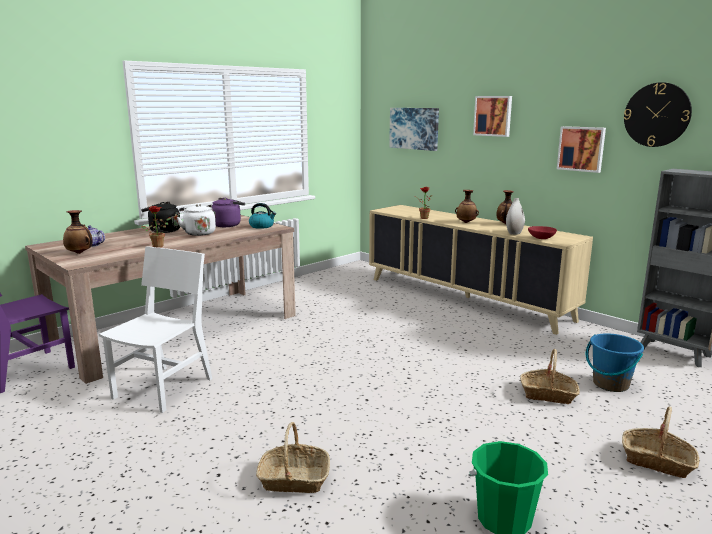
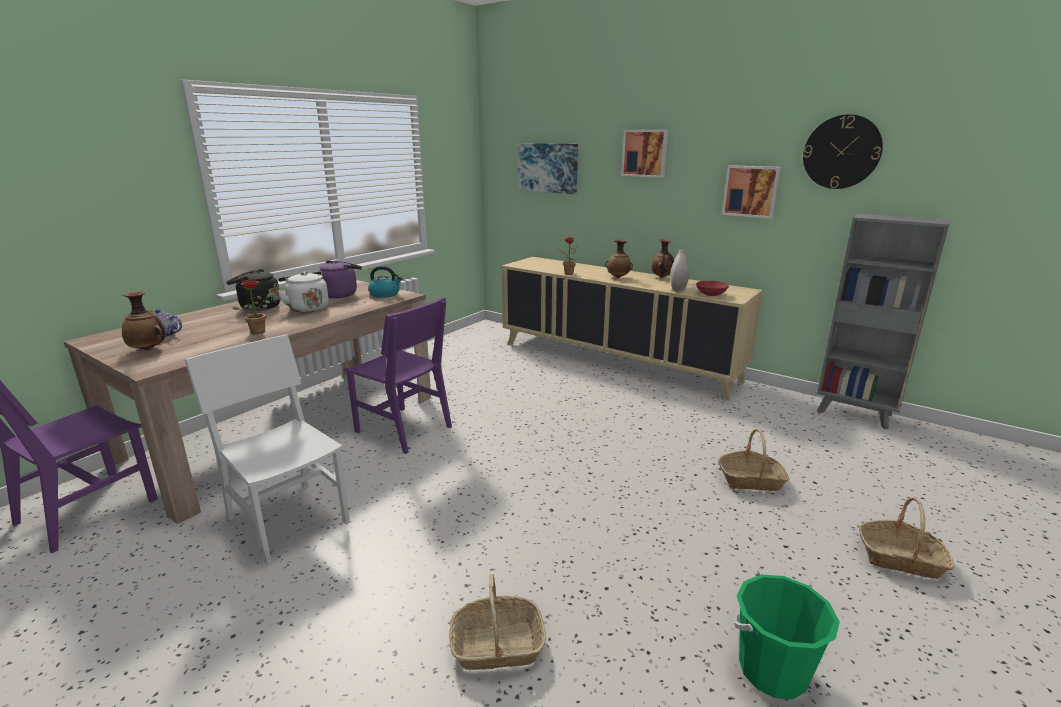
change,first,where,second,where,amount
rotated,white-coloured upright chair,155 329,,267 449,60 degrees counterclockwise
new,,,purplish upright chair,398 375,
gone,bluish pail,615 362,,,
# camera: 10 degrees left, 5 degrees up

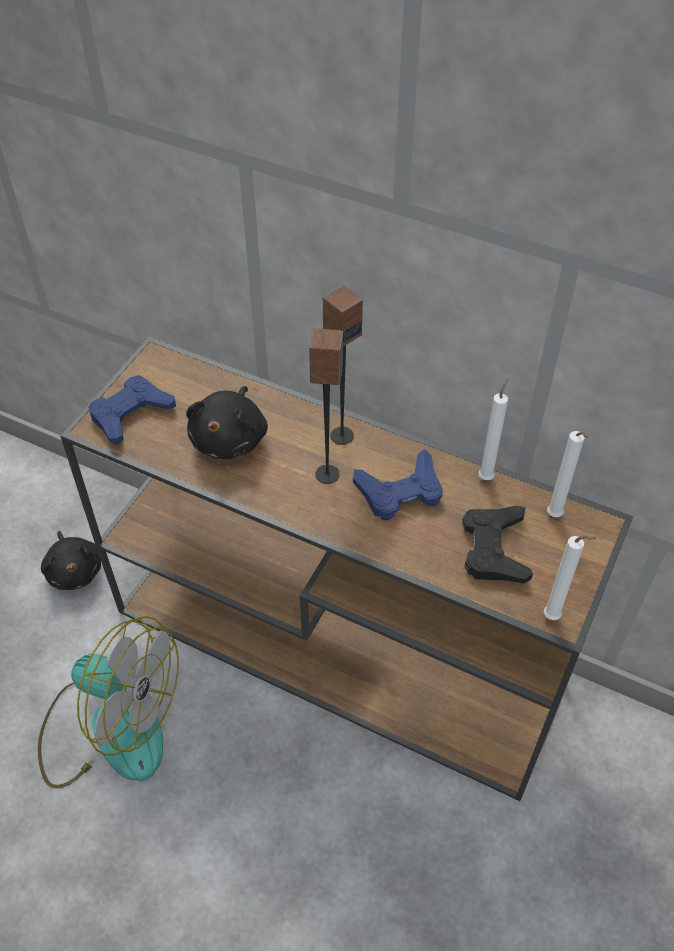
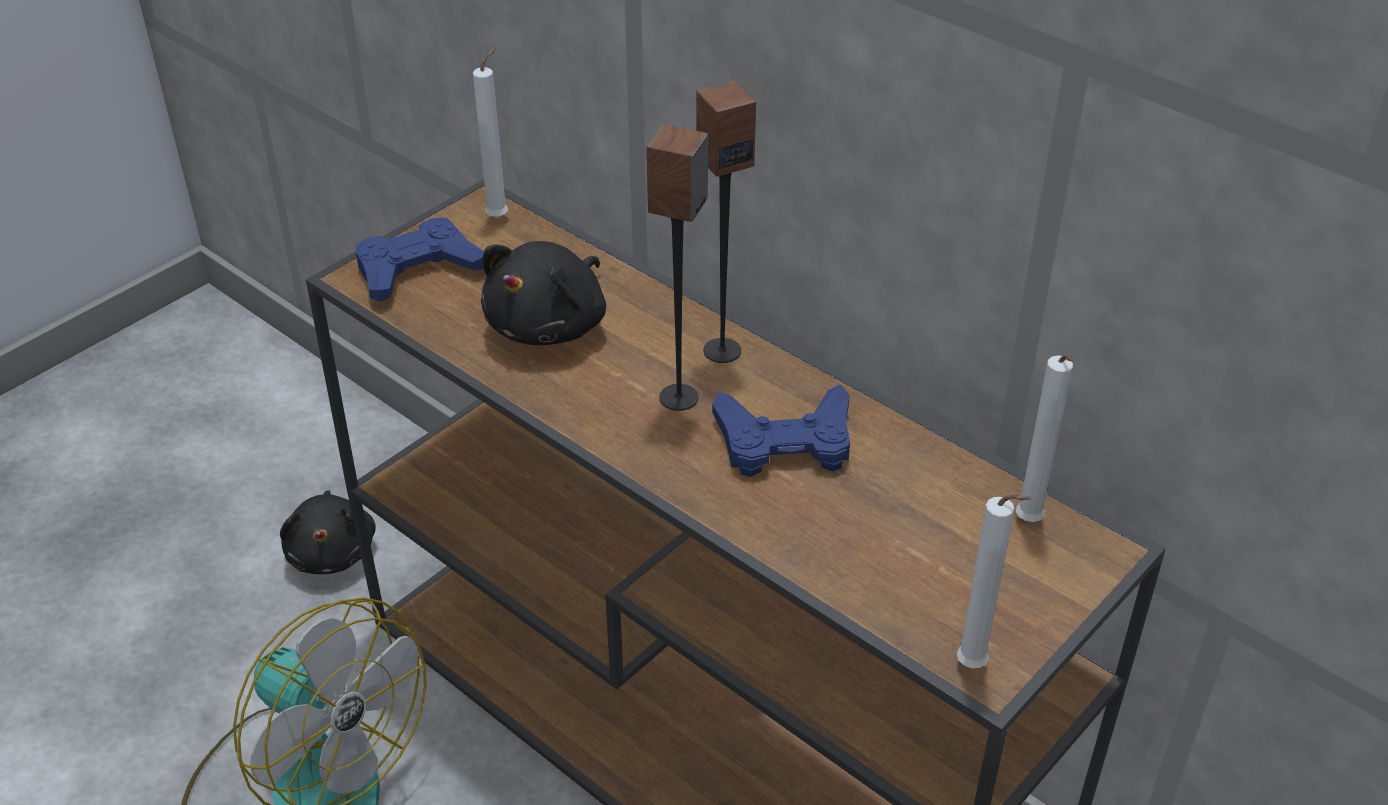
change,first,where,second,where,amount
shifted,white-coloured wax light,493 429,,490 132,
gone,black-coloured joypad,497 544,,,
# camera: 15 degrees right, 10 degrees down

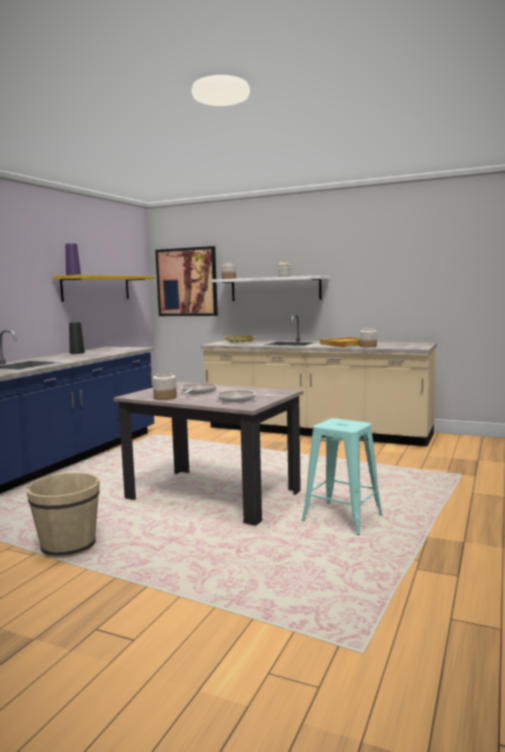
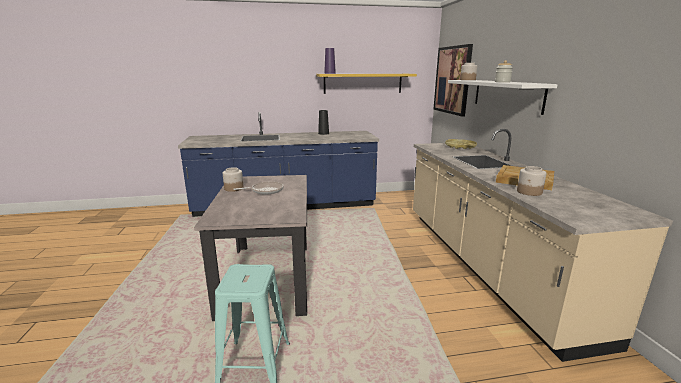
change,first,where,second,where,amount
gone,sand-coloured pail,63 515,,,
gone,frying pan,245 396,,,
# camera: 55 degrees right, 10 degrees up

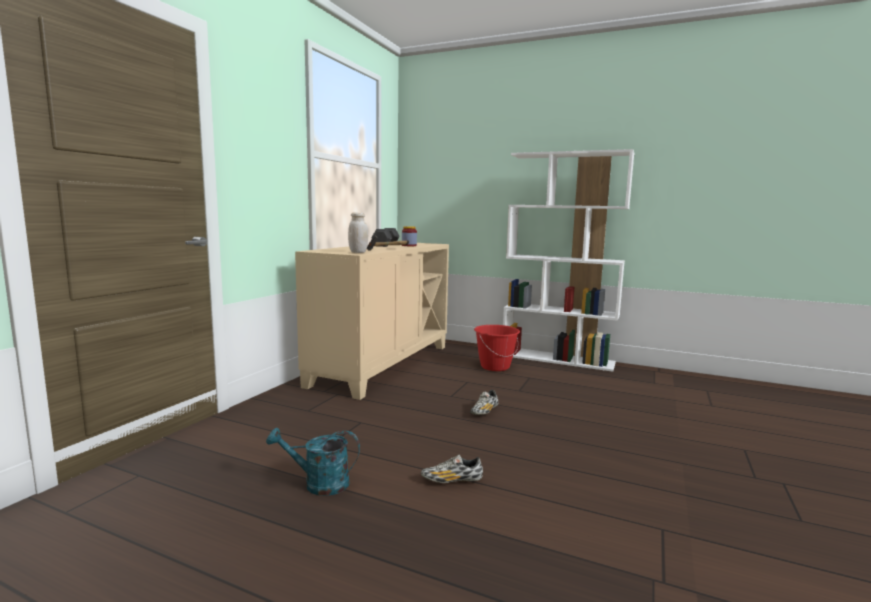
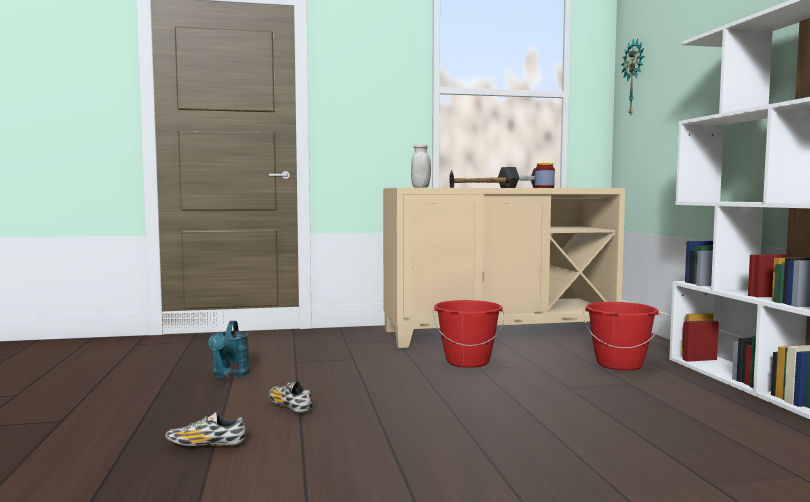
change,first,where,second,where,amount
shifted,low shoe,484 402,,205 429,
rotated,turquoise sprinkling can,313 461,,229 350,150 degrees counterclockwise
new,,,reddish pail,468 334,
new,,,clock on the wall,633 78,
# camera: 55 degrees right, 5 degrees down

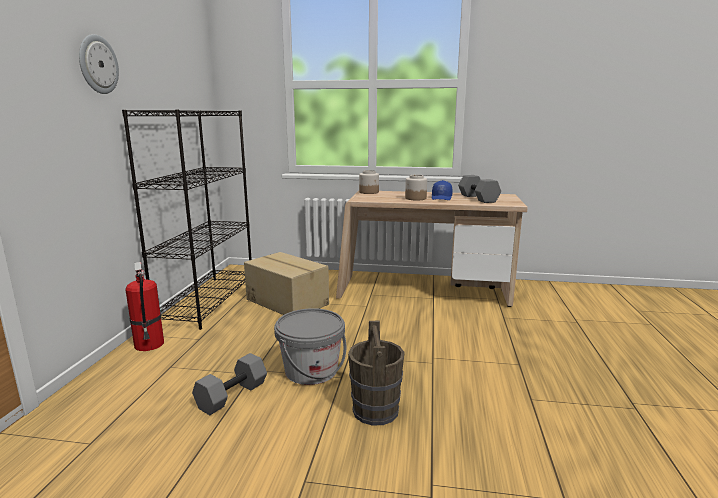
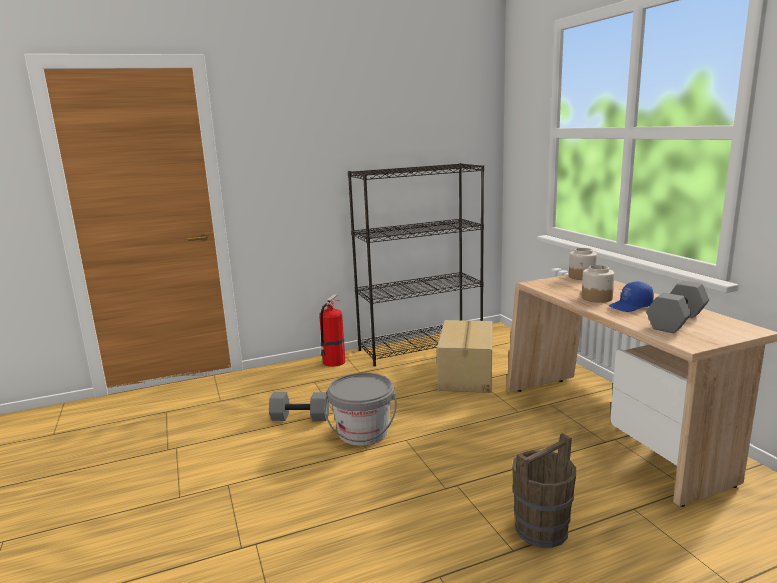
change,first,where,second,where,amount
shifted,brown pail,376 373,,544 490,
gone,clock on the wall,99 64,,,
# camera: 60 degrees right, 0 degrees up

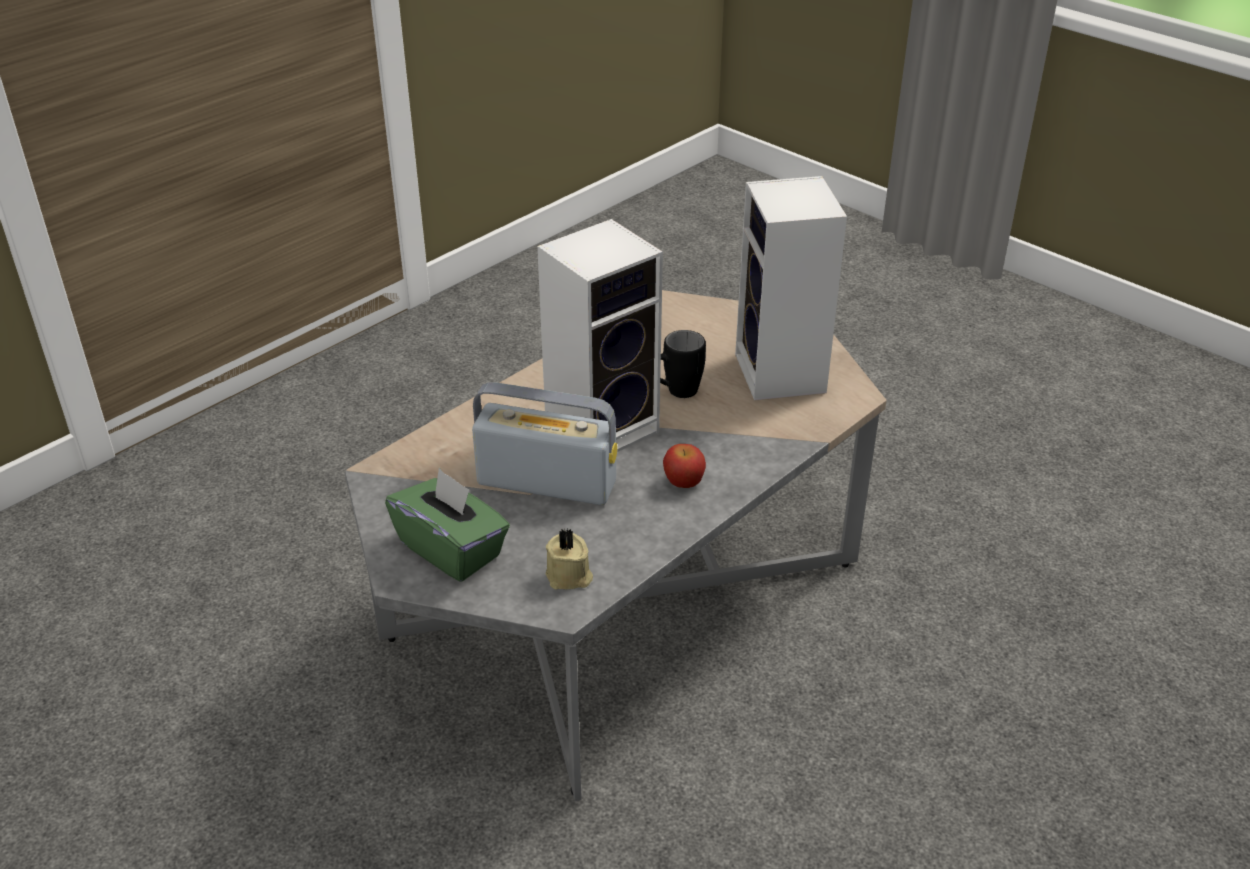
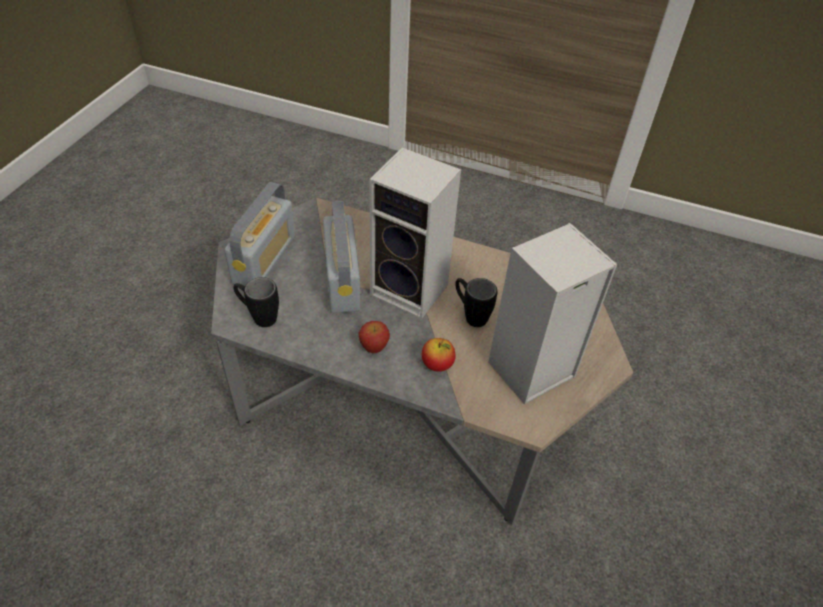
change,first,where,second,where,amount
swapped,green-coloured box of tissues,447 525,radio receiver,260 234,
swapped,sand-coloured wax light,569 559,black-coloured tea mug,256 302,
new,,,apple fruit,439 355,
# camera: 65 degrees right, 10 degrees up

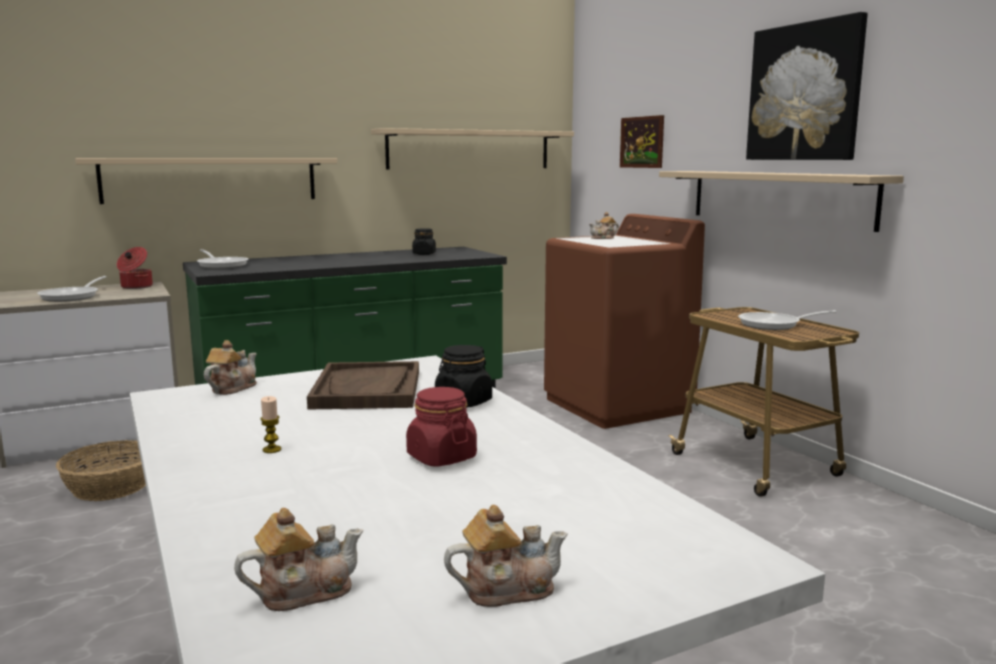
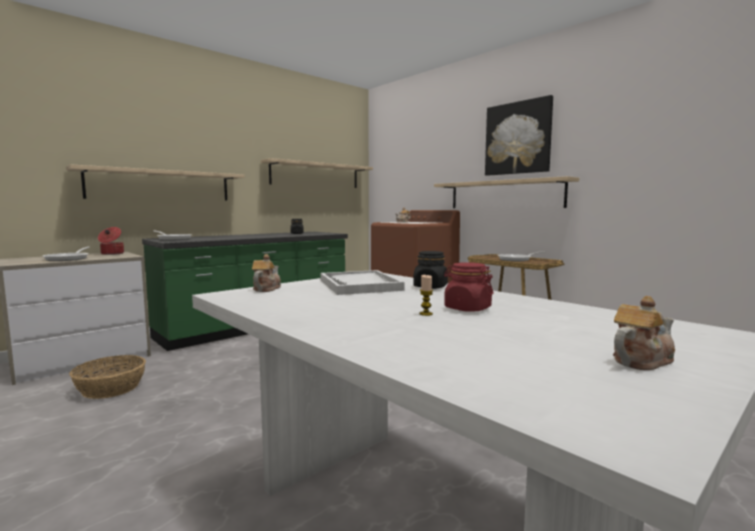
change,first,where,second,where,amount
repainted,brown tray,363 385,white-coloured tray,362 282,
shifted,wax light,270 424,,426 295,
gone,teapot,298 559,,,
gone,picture,642 141,,,
# camera: 15 degrees left, 5 degrees down

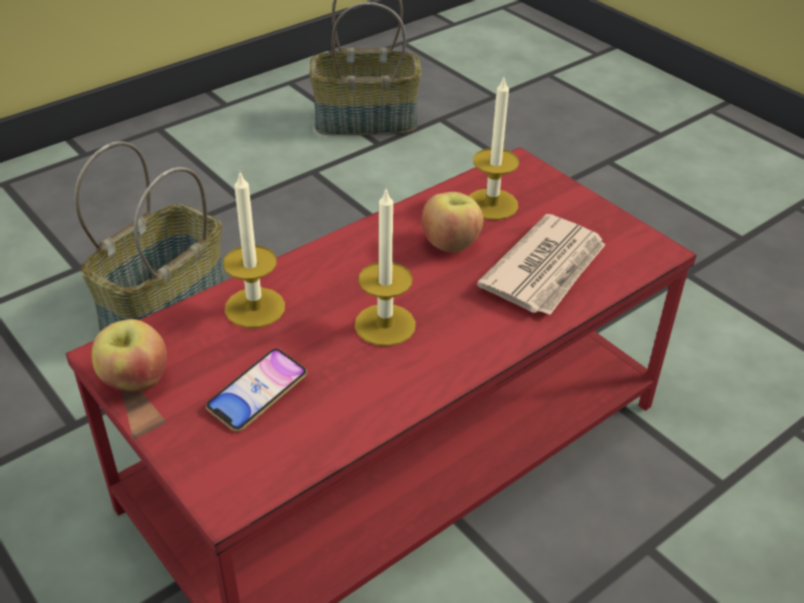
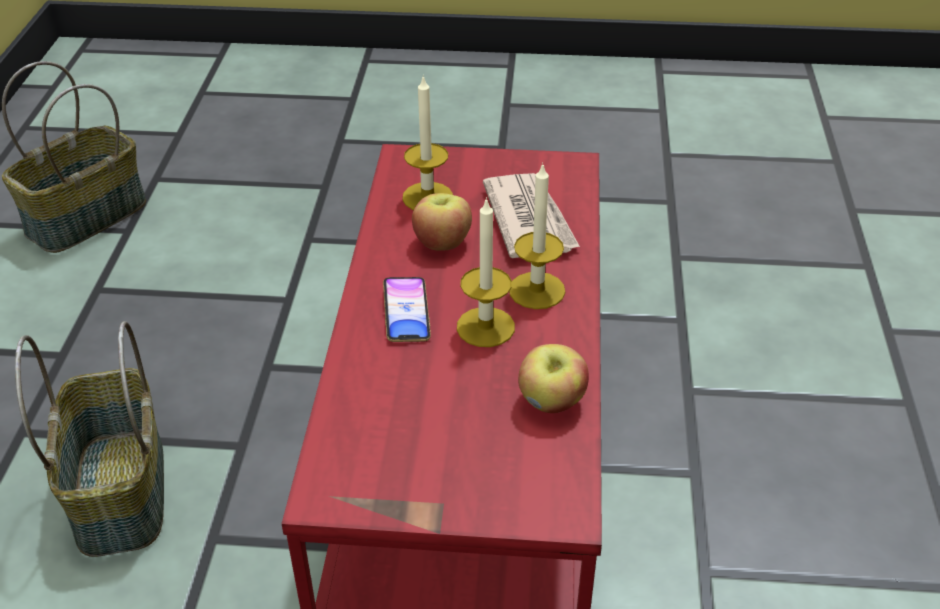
change,first,where,second,where,amount
shifted,phone,256 390,,407 309,
shifted,wax light,254 249,,537 235,
shifted,apple fruit,129 355,,553 378,
# camera: 45 degrees left, 0 degrees up

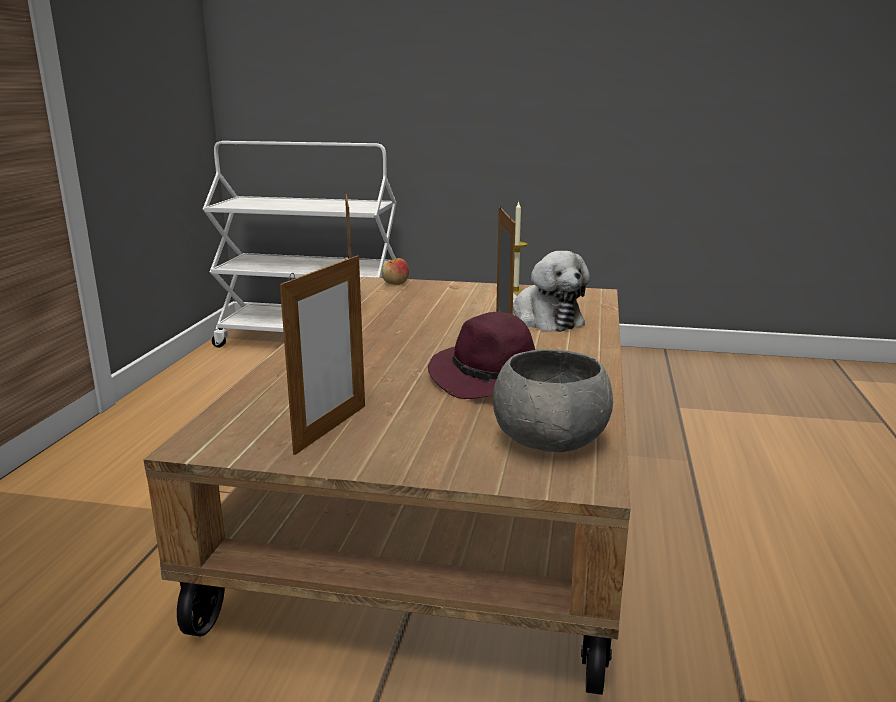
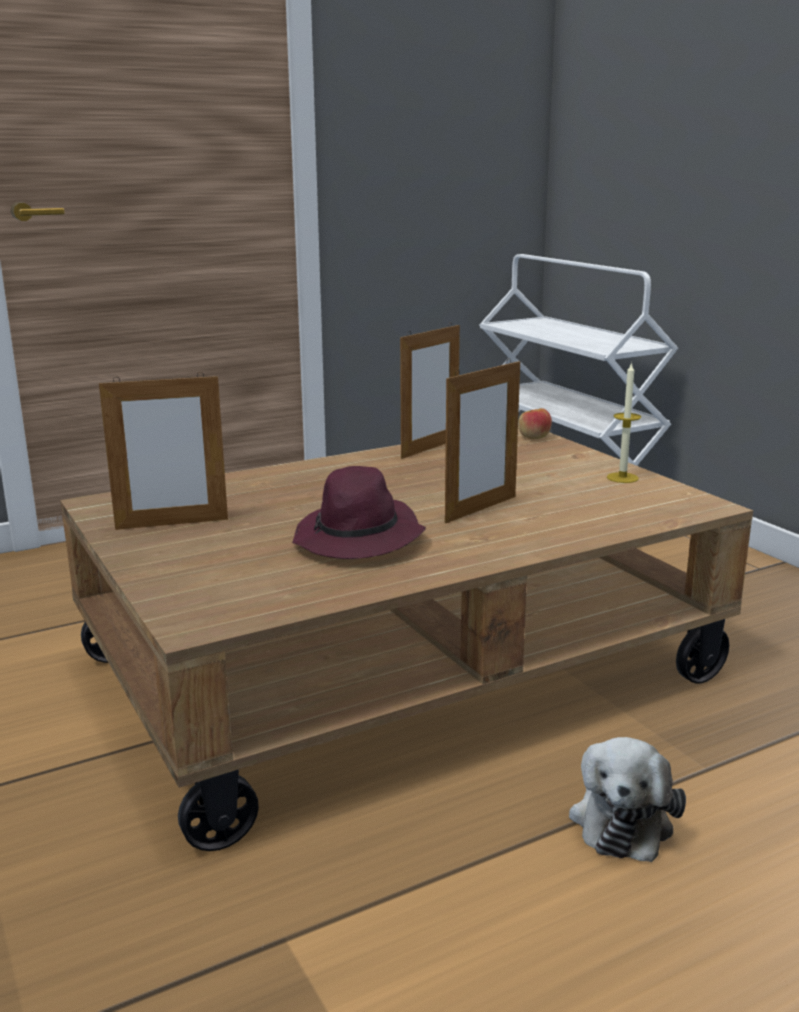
change,first,where,second,where,amount
shifted,plush toy,551 291,,627 799,
gone,gray bowl,553 400,,,
# camera: 50 degrees right, 0 degrees up

